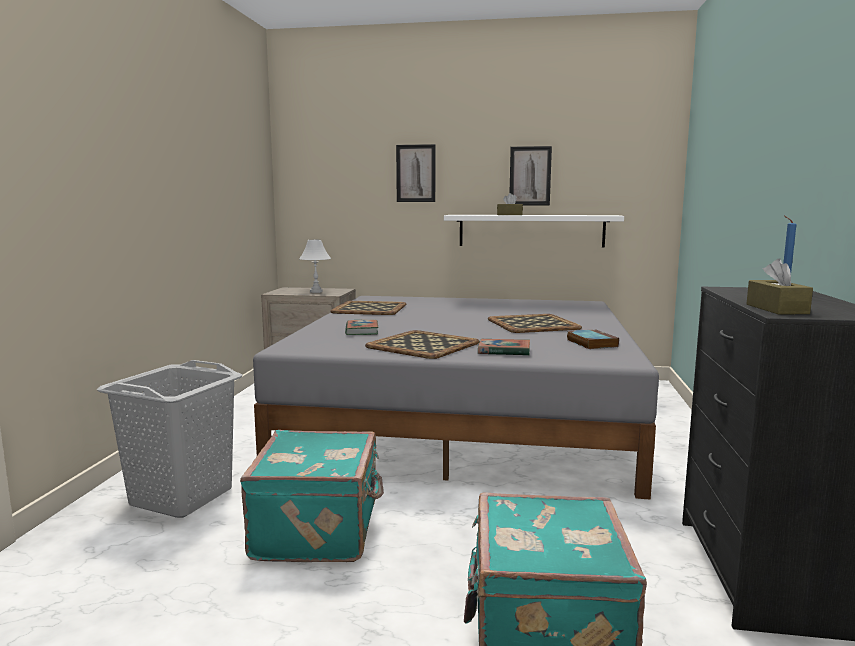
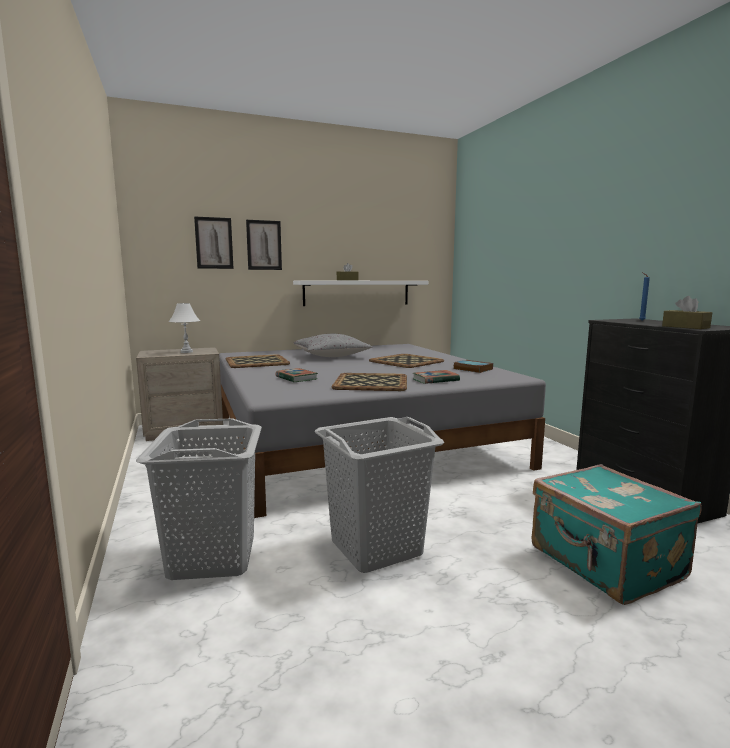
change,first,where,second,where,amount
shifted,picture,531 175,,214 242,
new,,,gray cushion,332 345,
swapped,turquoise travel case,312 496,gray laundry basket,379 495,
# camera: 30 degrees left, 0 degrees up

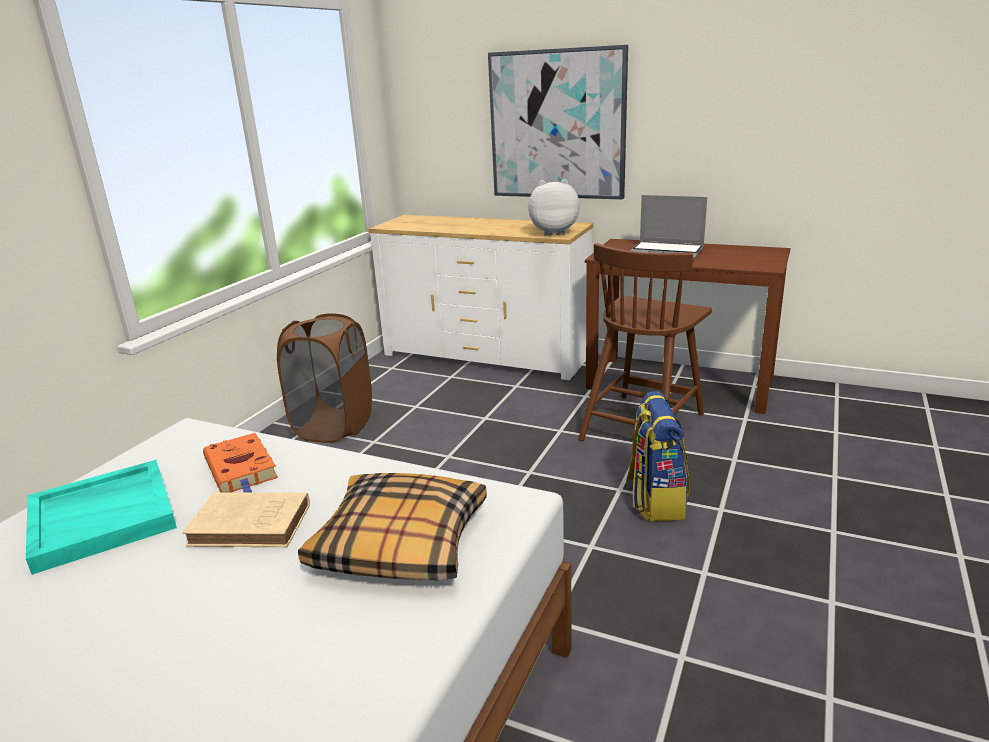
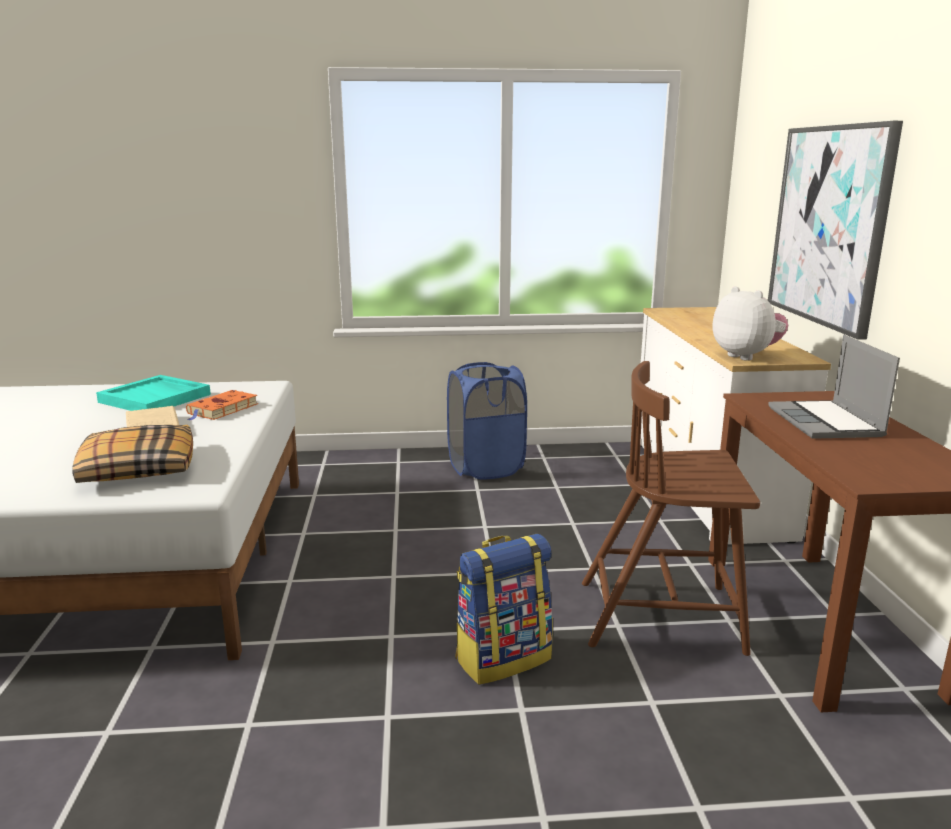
change,first,where,second,where,amount
repainted,brown laundry basket,324 378,bluish laundry basket,487 421,
# camera: 60 degrees right, 5 degrees down

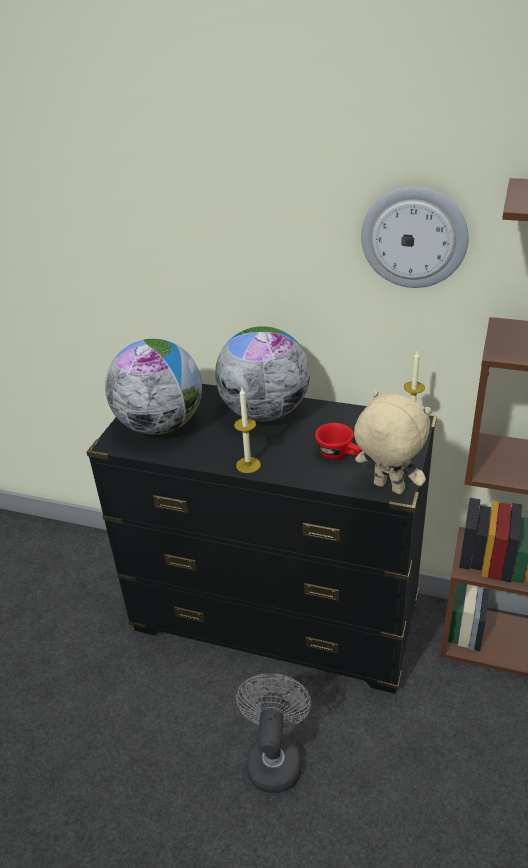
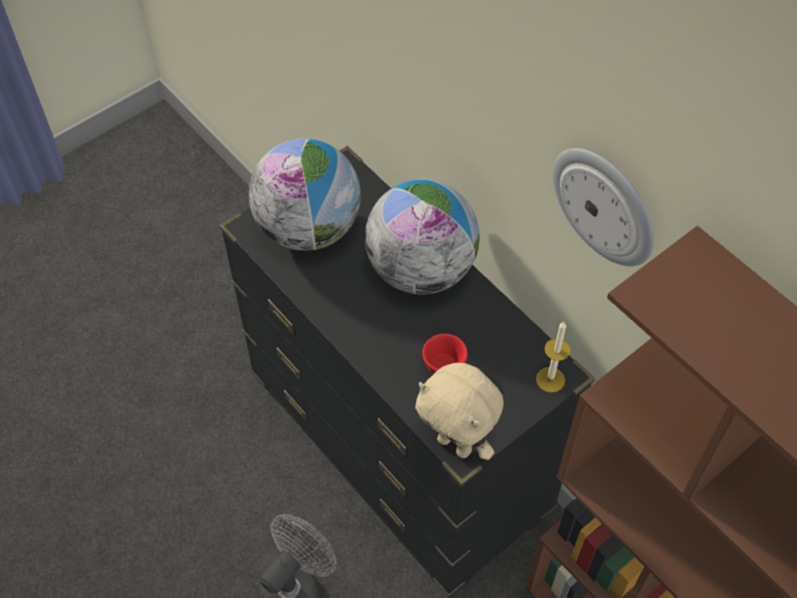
change,first,where,second,where,amount
rotated,sand-coloured plush toy,392 441,,459 411,150 degrees clockwise
gone,wax light,247 430,,,
# camera: 30 degrees right, 20 degrees up

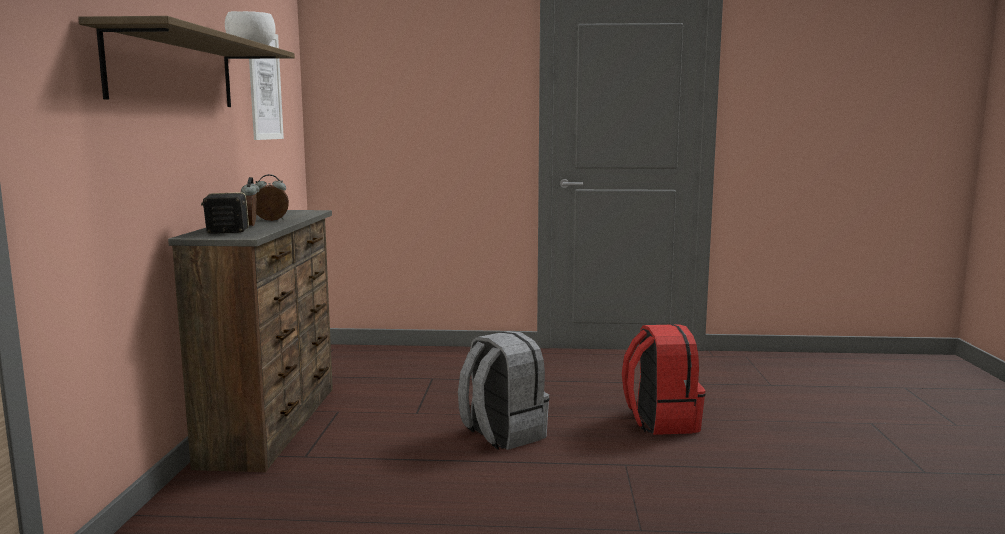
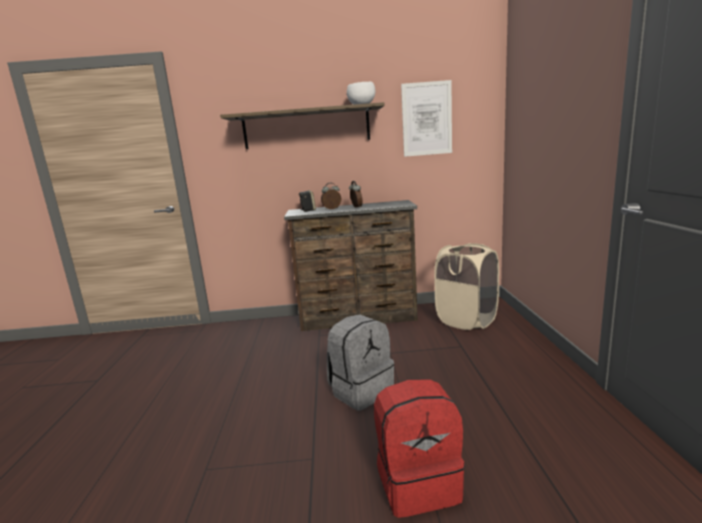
change,first,where,second,where,amount
new,,,sand-coloured laundry basket,466 286,
# camera: 85 degrees right, 5 degrees up

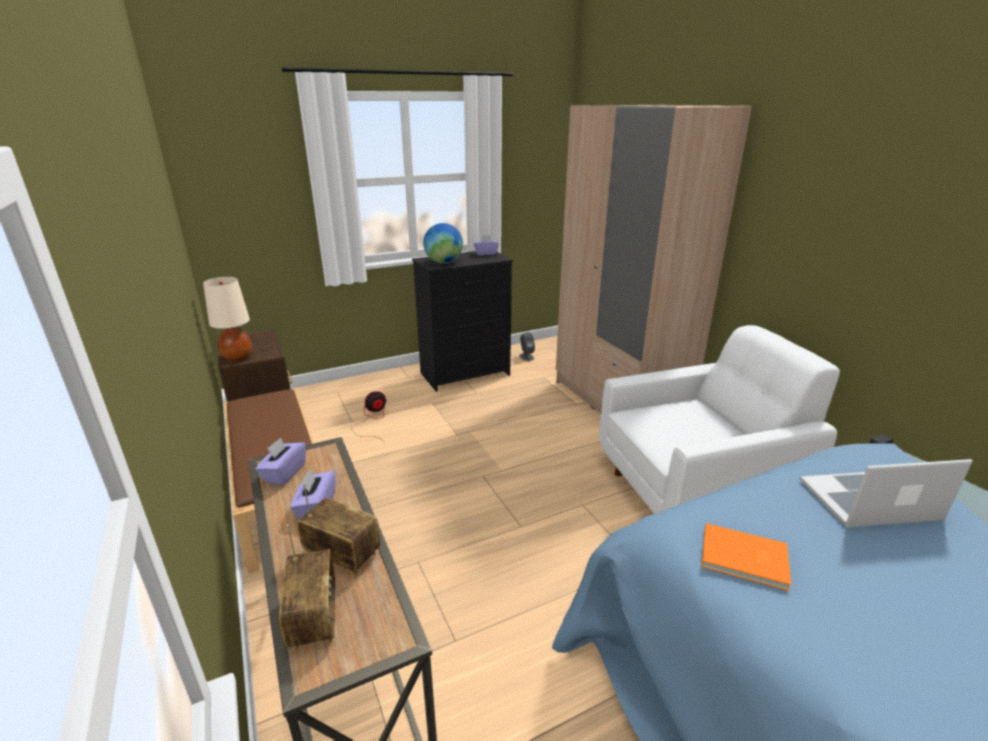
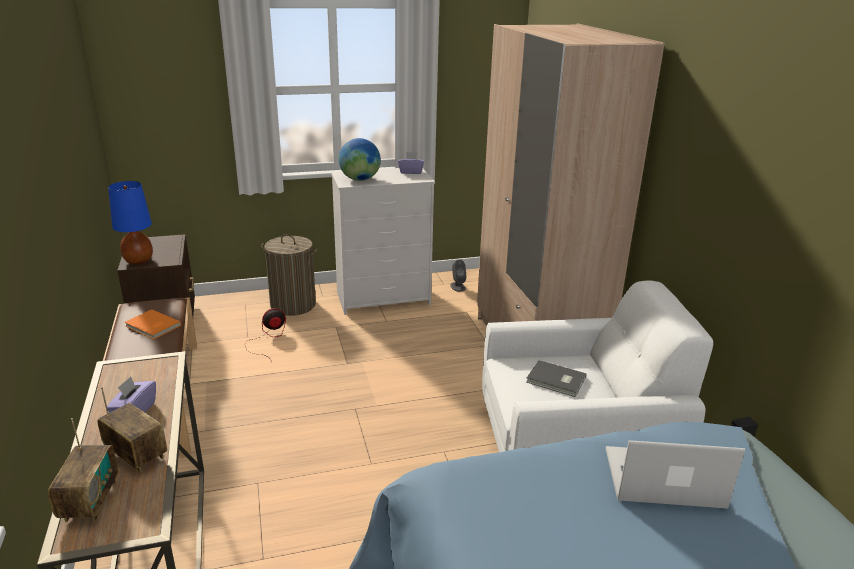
change,first,where,second,where,amount
repainted,sand-coloured lamp for a table,227 318,bluish lamp for a table,130 223,
shifted,orange-coloured bound book,746 557,,152 324,
new,,,laundry basket,289 275,
repainted,black-coloured drawer chest,462 321,white-coloured drawer chest,383 241,
new,,,gray bound book,556 378,
gone,purplish box of tissues,280 461,,,
# camera: 10 degrees right, 0 degrees up

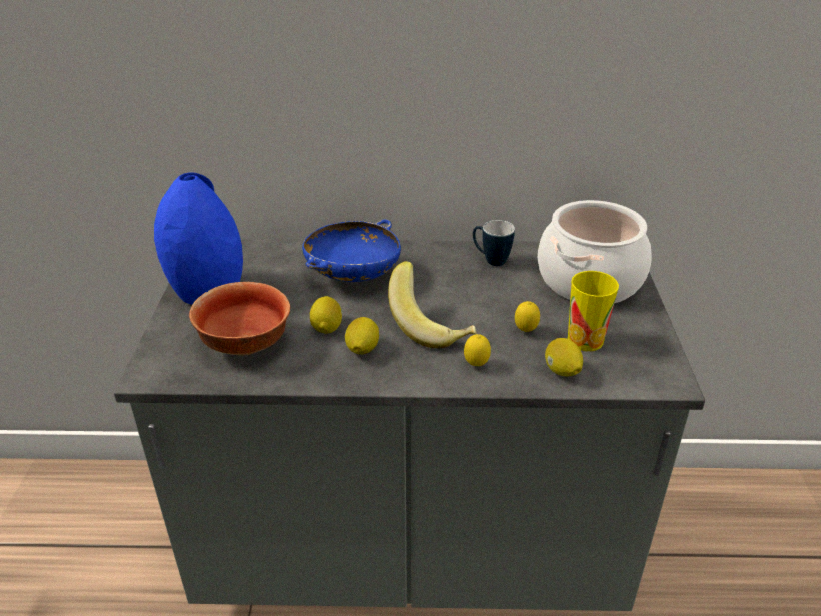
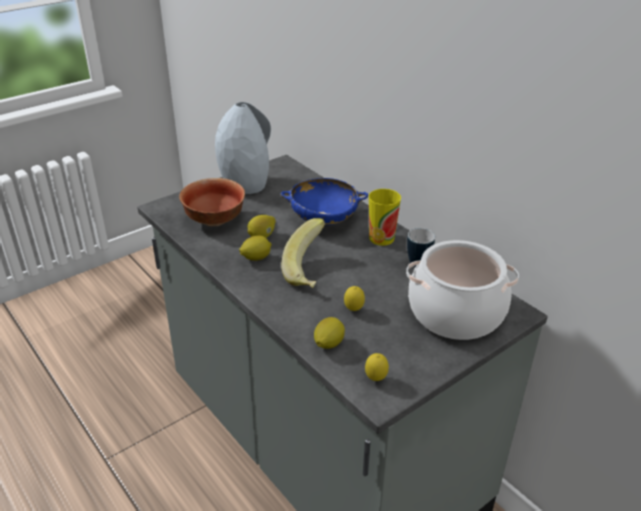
change,first,where,second,where,amount
repainted,bluish vase,198 238,gray vase,243 148,
shifted,whole lemon,477 350,,377 367,
shifted,small cup,593 311,,385 217,
# camera: 50 degrees right, 0 degrees up

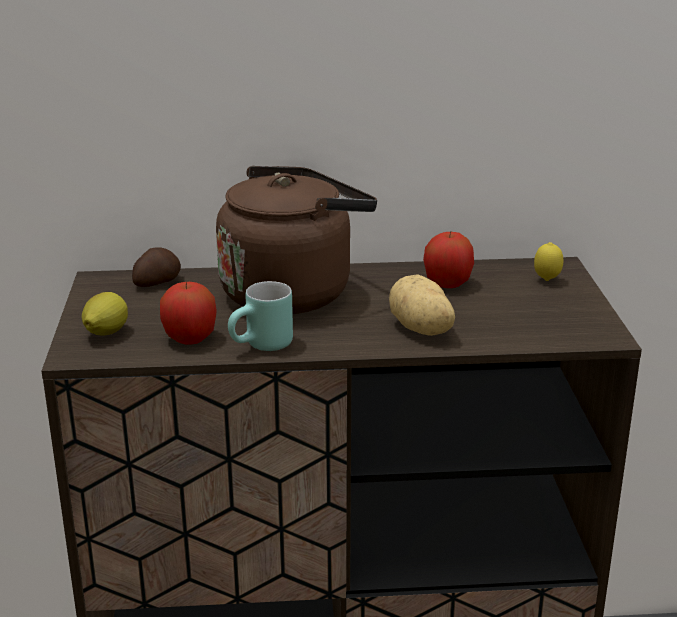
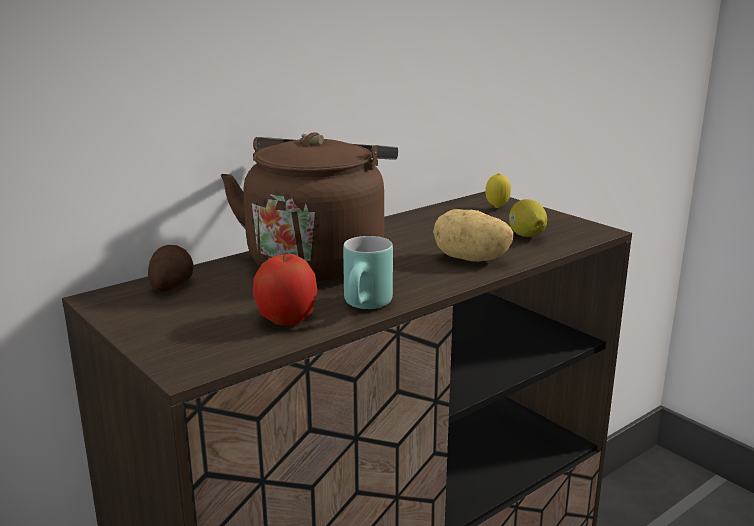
change,first,where,second,where,amount
shifted,whole lemon,105 314,,528 218,
gone,apple fruit,448 259,,,
# camera: 35 degrees left, 5 degrees down

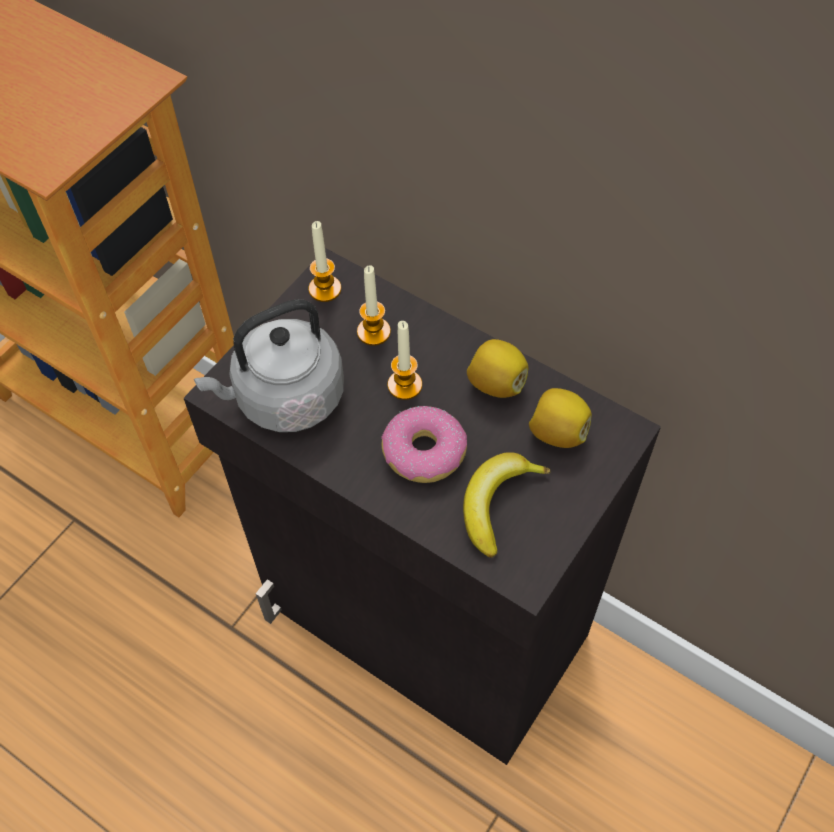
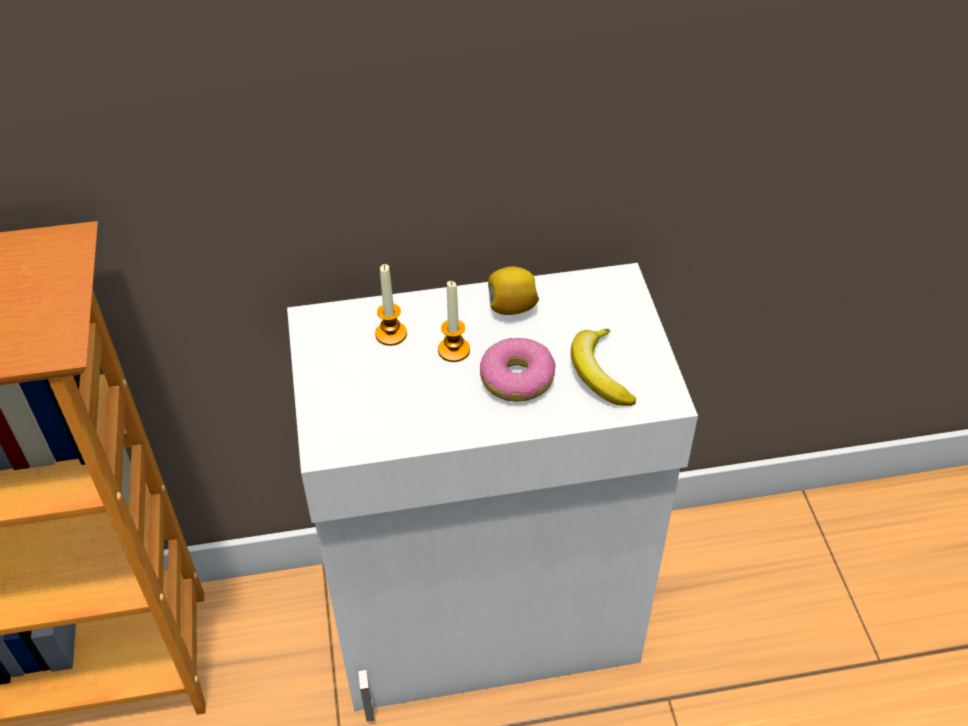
change,first,where,second,where,amount
repainted,black-coloured cabinet,422 507,white-coloured cabinet,492 492,
gone,gray water kettle,269 365,,,
gone,wax light,325 261,,,
gone,whole lemon,560 418,,,
# camera: 45 degrees left, 10 degrees down

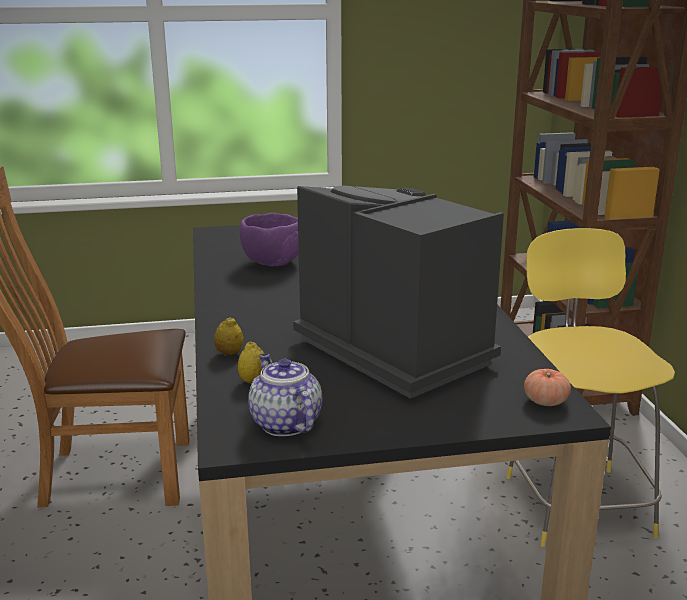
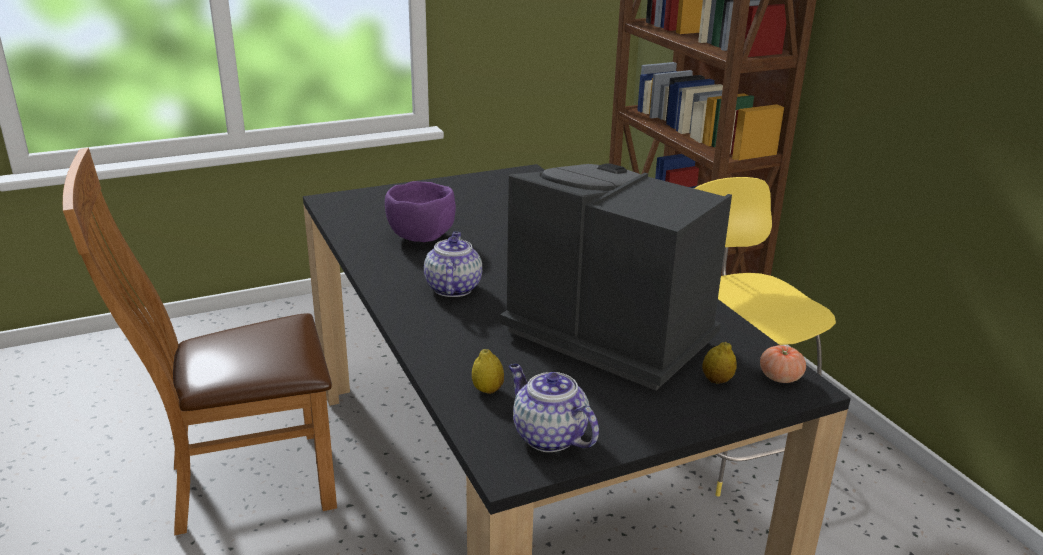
change,first,where,second,where,amount
new,,,teapot,453 264,
shifted,whole lemon,228 336,,719 363,
# camera: 15 degrees left, 5 degrees up

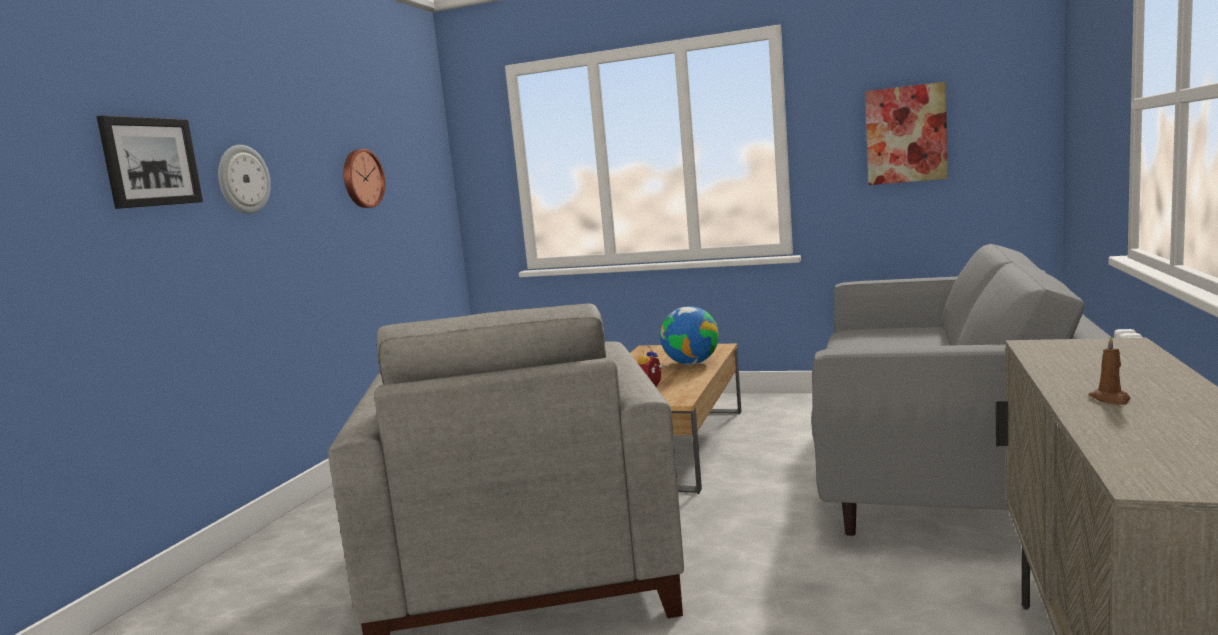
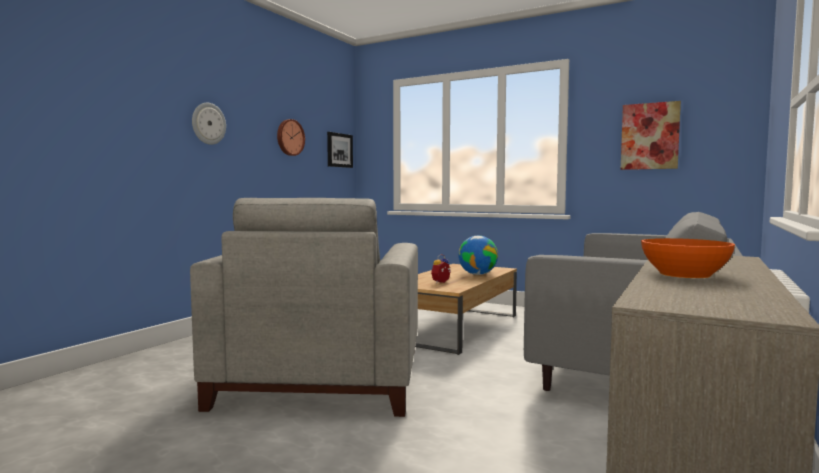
change,first,where,second,where,amount
shifted,picture,150 162,,340 150,
swapped,brown wax light,1109 370,orange-coloured bowl,688 258,
# camera: 10 degrees right, 5 degrees down

